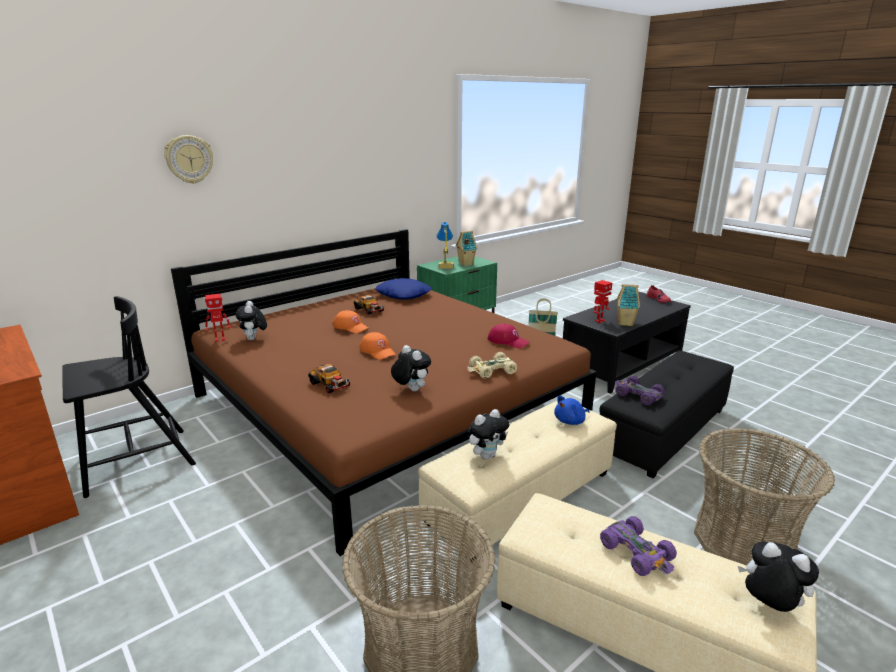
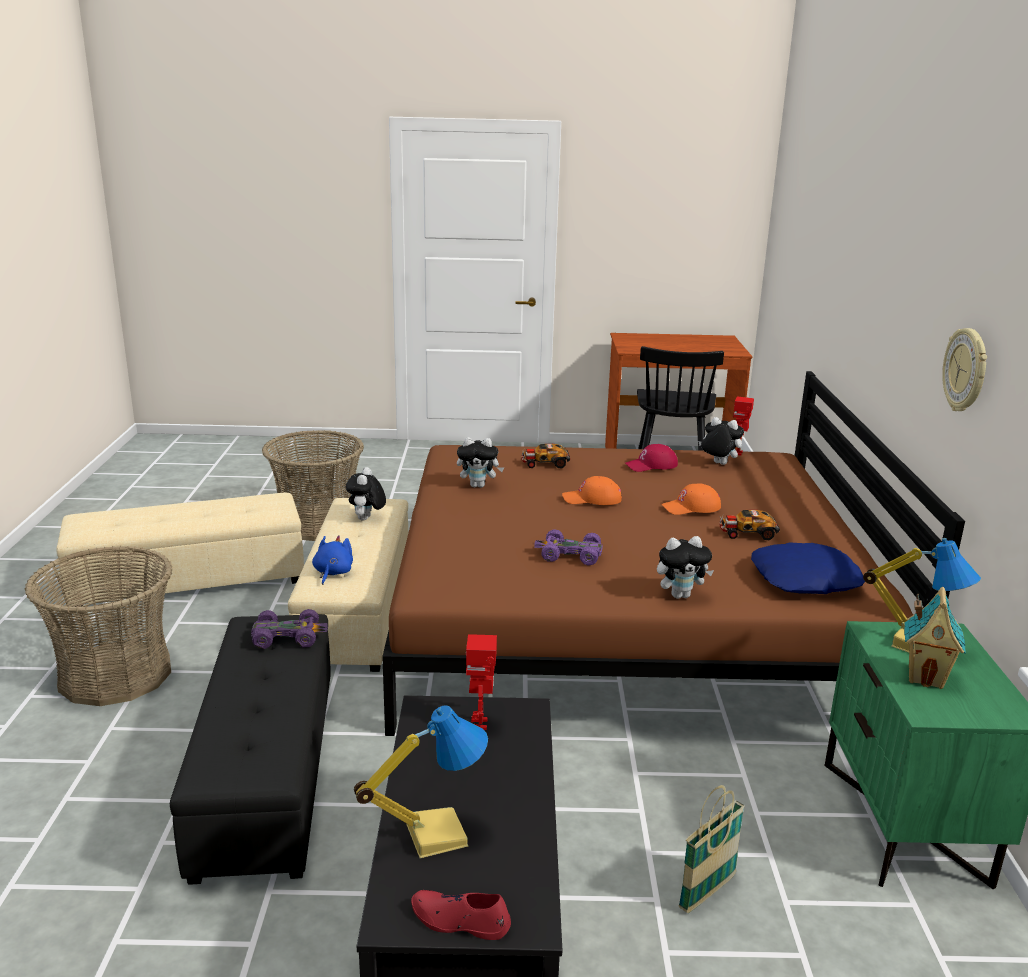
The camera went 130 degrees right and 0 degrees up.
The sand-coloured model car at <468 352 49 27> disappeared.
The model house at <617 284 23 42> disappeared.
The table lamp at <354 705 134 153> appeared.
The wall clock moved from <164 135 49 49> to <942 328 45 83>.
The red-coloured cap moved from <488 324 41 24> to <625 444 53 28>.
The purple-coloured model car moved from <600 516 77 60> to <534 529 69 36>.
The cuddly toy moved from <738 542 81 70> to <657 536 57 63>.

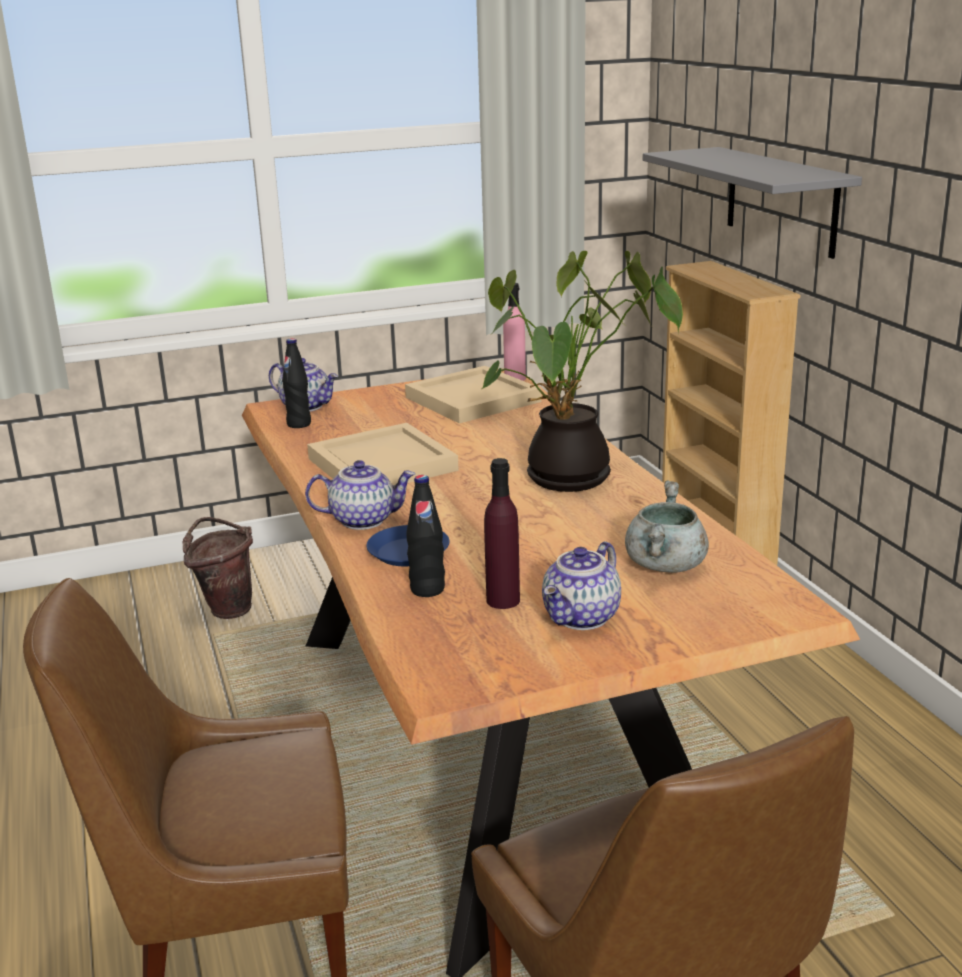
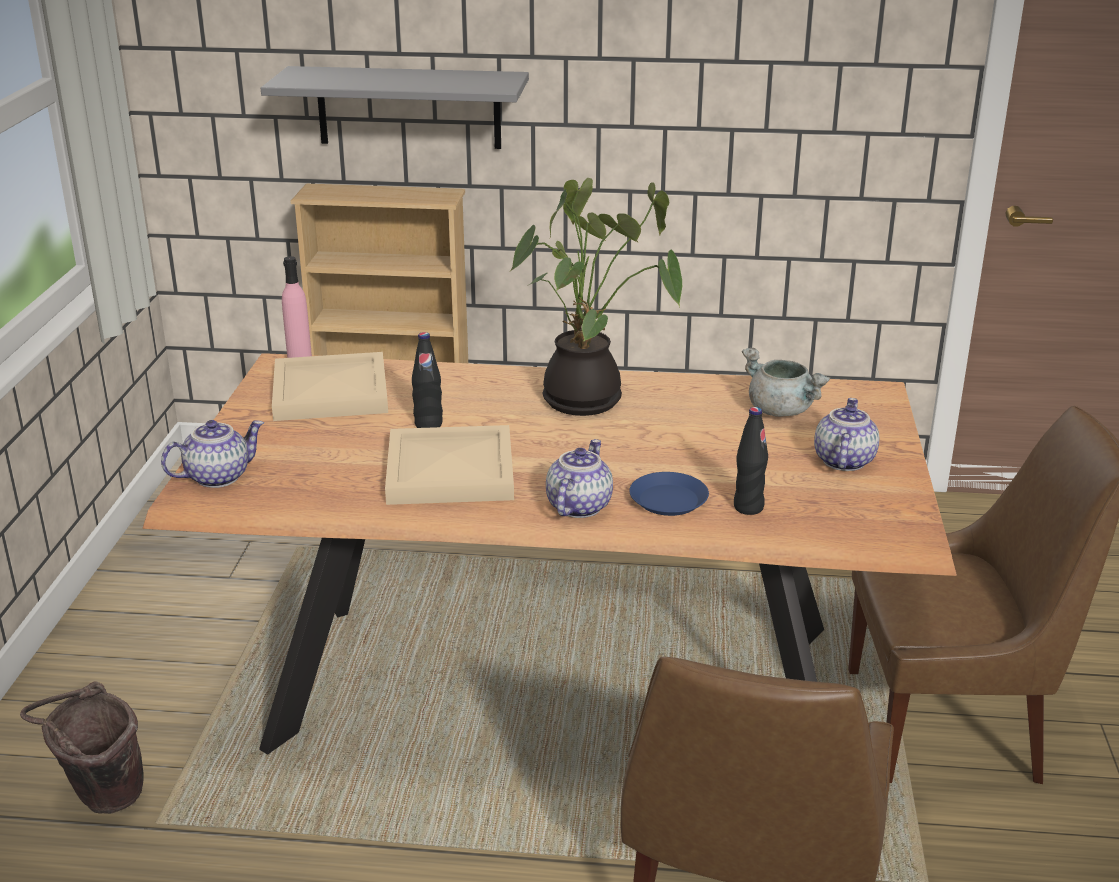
The camera went 65 degrees left and 5 degrees up.
The purple-coloured bottle at <484 458 36 151> disappeared.
The black-coloured bottle moved from <282 338 29 90> to <412 332 31 96>.
The teapot at <542 541 79 89> turned 135 degrees counterclockwise.

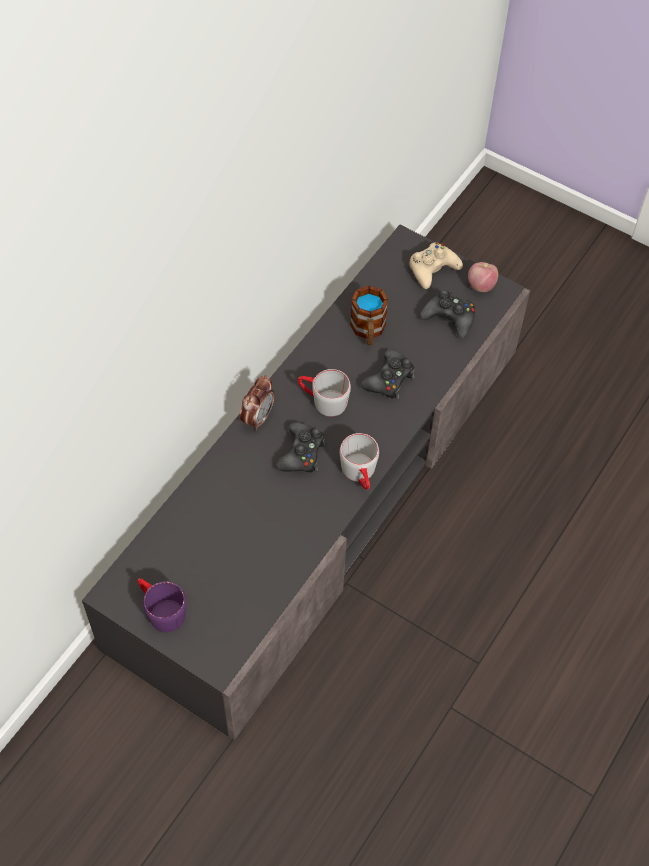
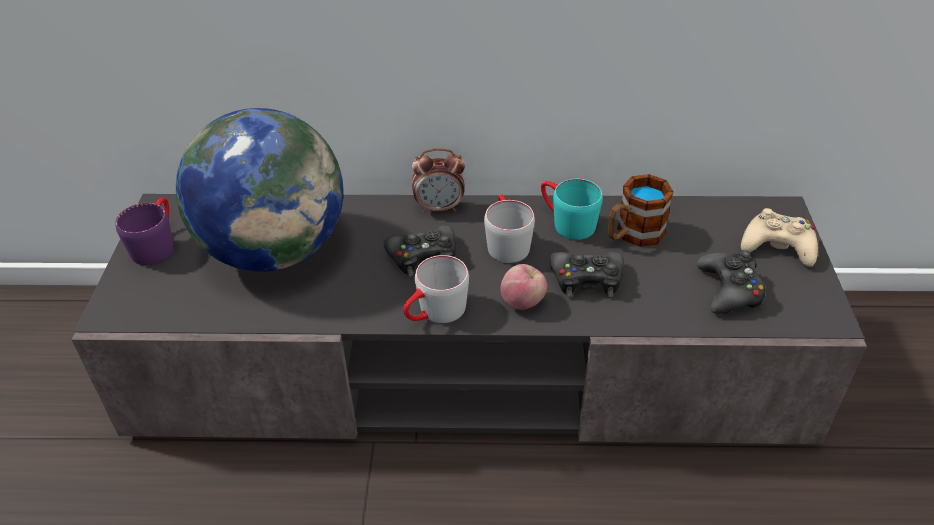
The camera went 60 degrees right and 15 degrees down.
The desk globe at <176 108 167 164> appeared.
The turquoise mug at <541 179 62 61> appeared.
The apple fruit moved from <468 262 30 30> to <501 264 47 46>.

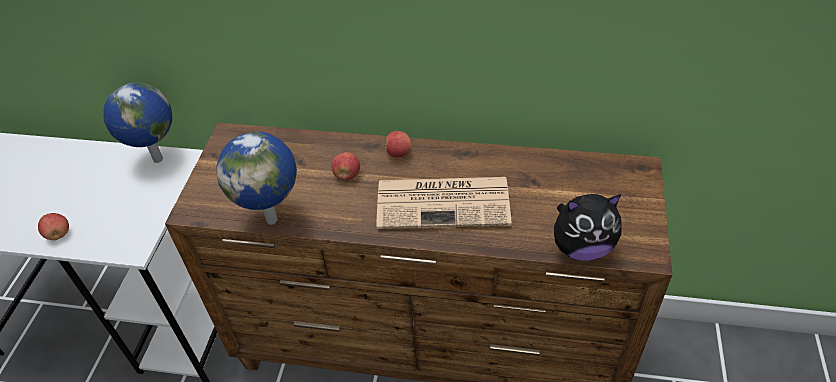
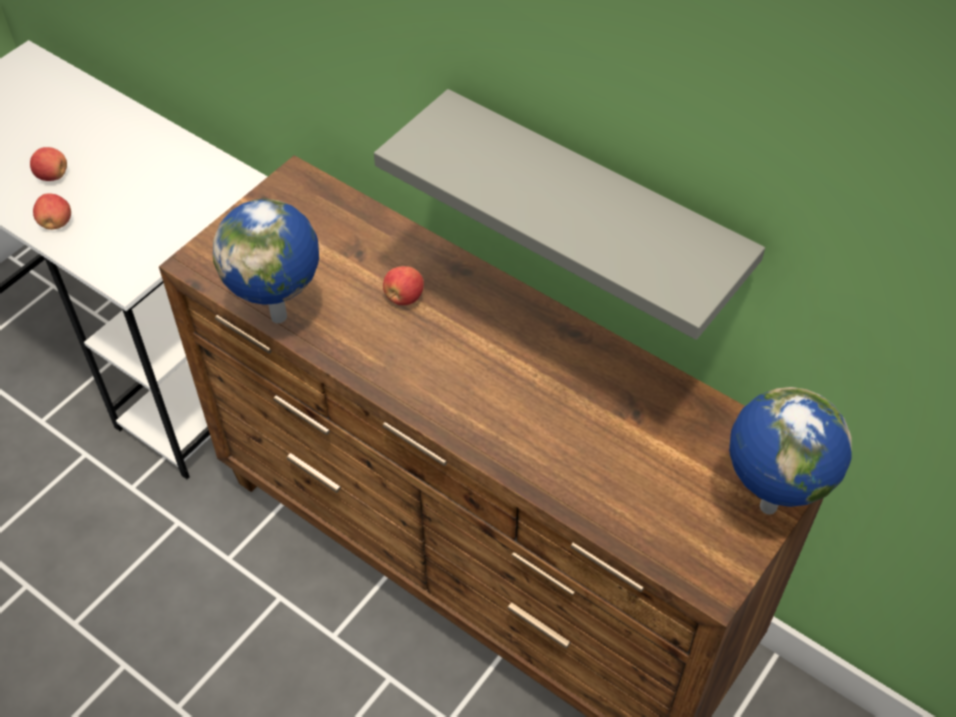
The camera went 25 degrees right and 5 degrees up.
The daily paper at <376 177 136 52> disappeared.
The cuddly toy at <554 194 68 67> disappeared.
The greyish wall shelf at <374 89 391 251> appeared.
The desk globe moved from <103 83 69 80> to <729 387 123 128>.
The apple fruit moved from <385 131 26 27> to <30 147 37 34>.

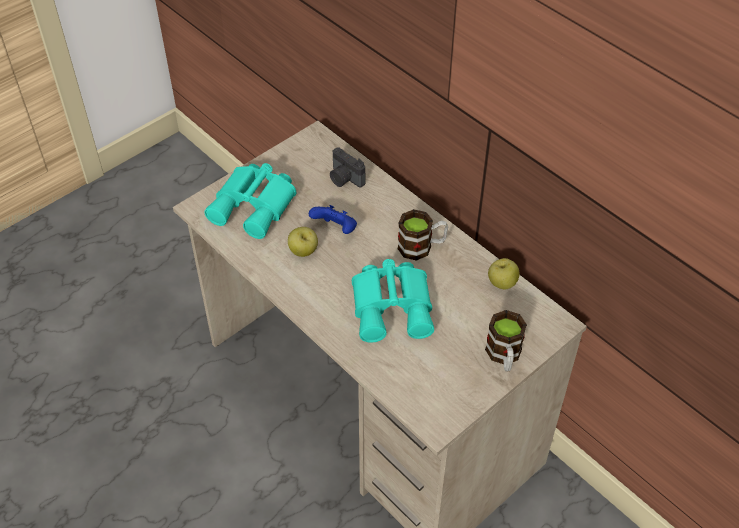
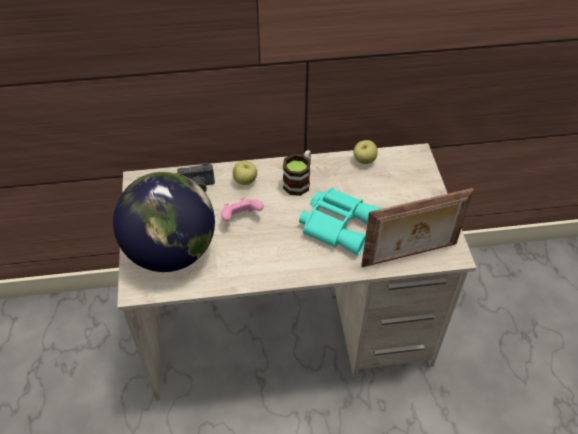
The camera went 55 degrees left and 0 degrees up.
The mug at <485 310 42 62> disappeared.
The standing frame at <361 188 113 79> appeared.
The apple fruit moved from <288 227 30 30> to <233 160 24 25>.
The turquoise field glasses at <204 163 92 76> was replaced by the desk globe at <113 172 102 100>.
The blue-coloured gamepad at <309 205 48 29> became the pinkish gamepad at <221 198 43 23>.

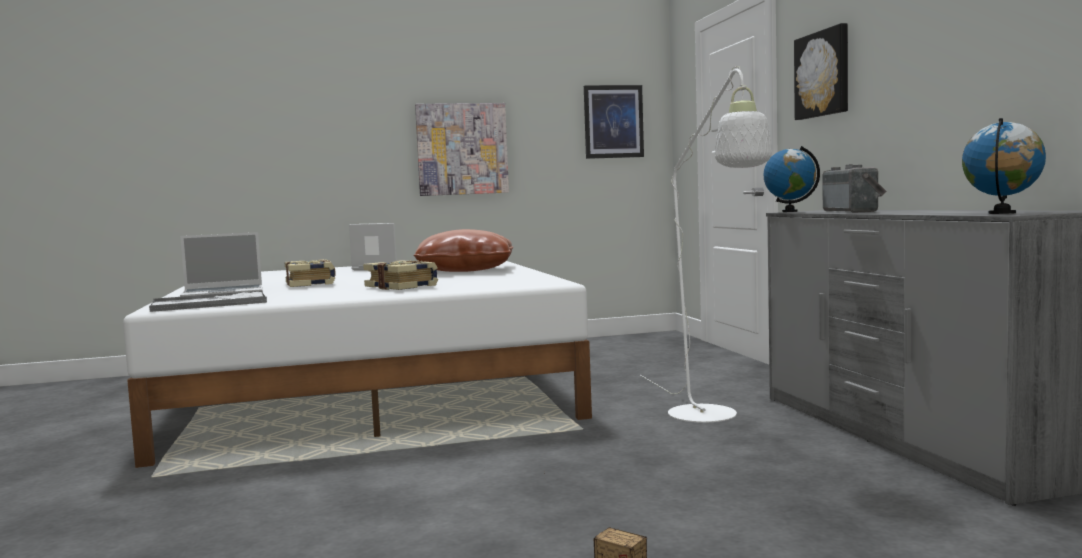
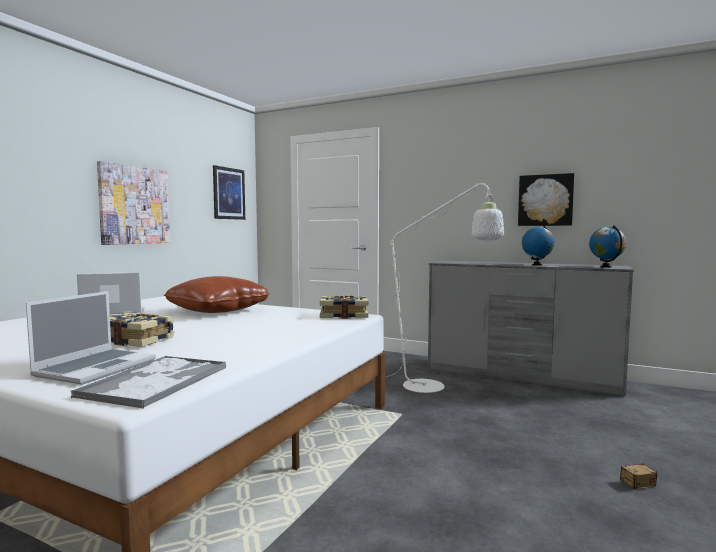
The camera went 50 degrees left and 0 degrees up.
The radio receiver at <822 164 65 49> disappeared.
The book moved from <363 260 75 30> to <320 295 48 24>.
The desk globe moved from <763 146 57 66> to <522 226 33 40>.
The wall picture moved from <794 23 54 97> to <518 173 56 53>.

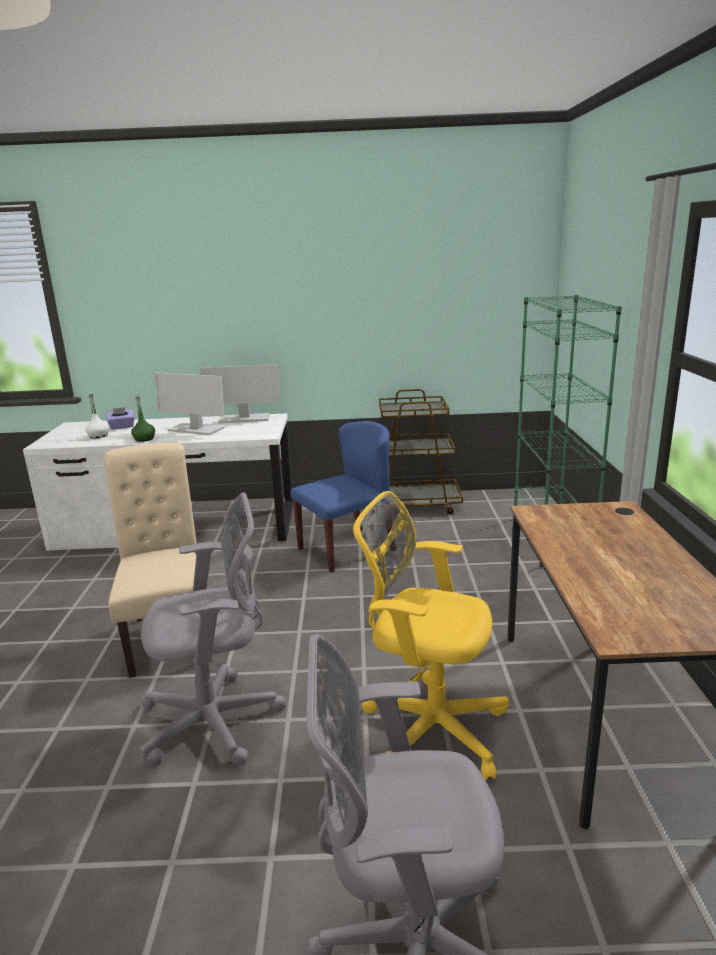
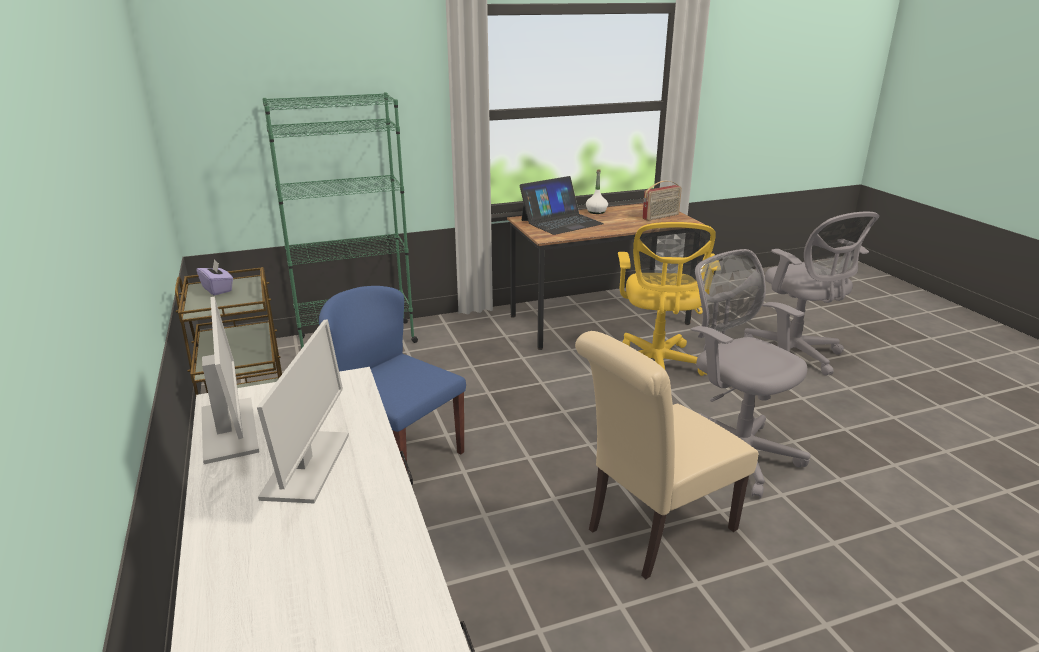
The camera went 110 degrees left and 5 degrees up.
The green bottle at <131 396 24 46> disappeared.
The portable computer at <520 176 84 59> appeared.
The radio receiver at <642 181 40 40> appeared.
The white-coloured bottle moved from <85 394 24 44> to <586 169 22 45>.
The purple-coloured tissue box moved from <106 407 29 23> to <196 259 37 37>.

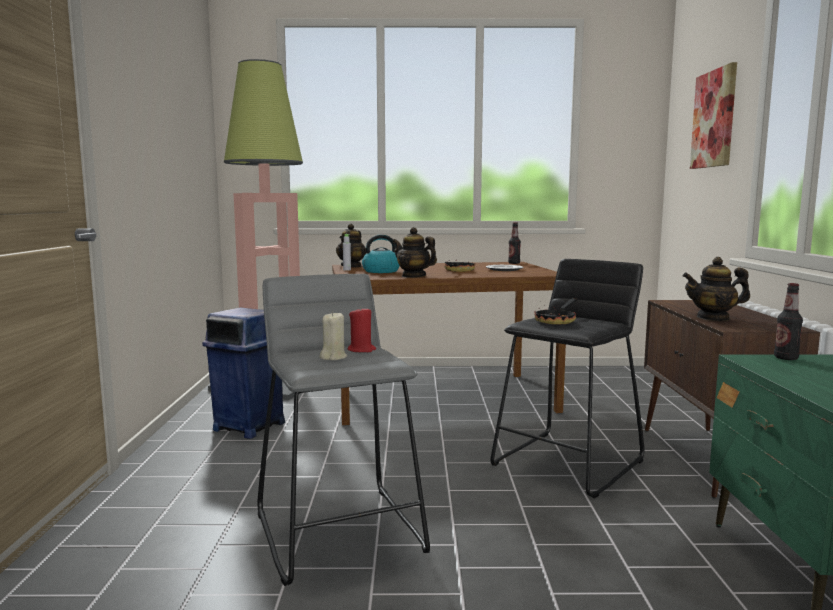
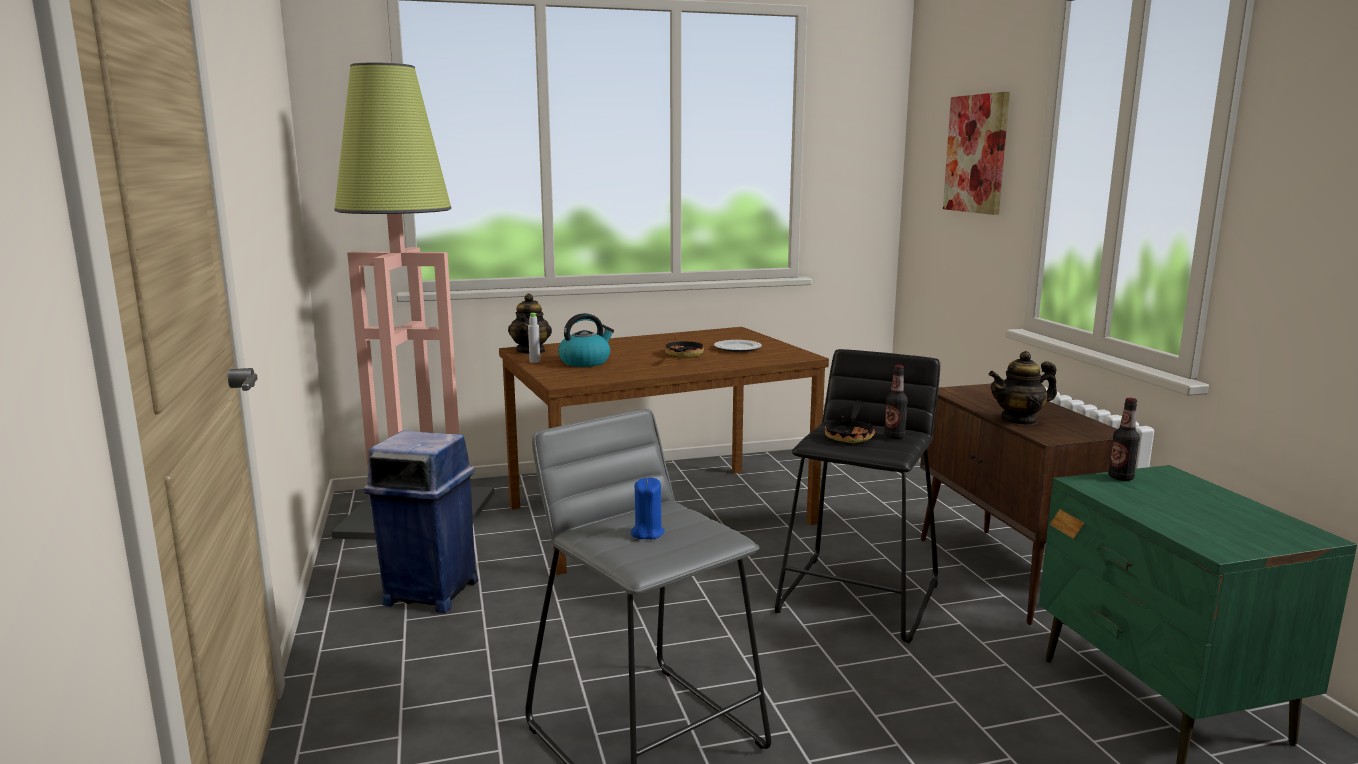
The camera went 15 degrees left and 5 degrees up.
The red-coloured wax candle at <347 306 29 46> disappeared.
The teapot at <393 227 44 51> disappeared.
The bottle moved from <508 222 13 42> to <884 365 24 74>.
The sand-coloured wax candle at <319 312 28 48> became the blue-coloured wax candle at <631 478 34 61>.

